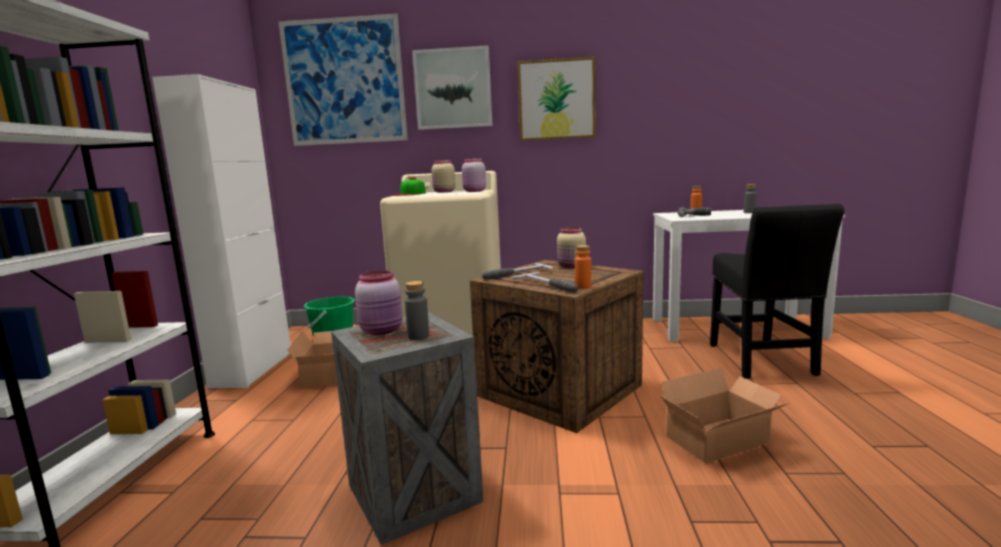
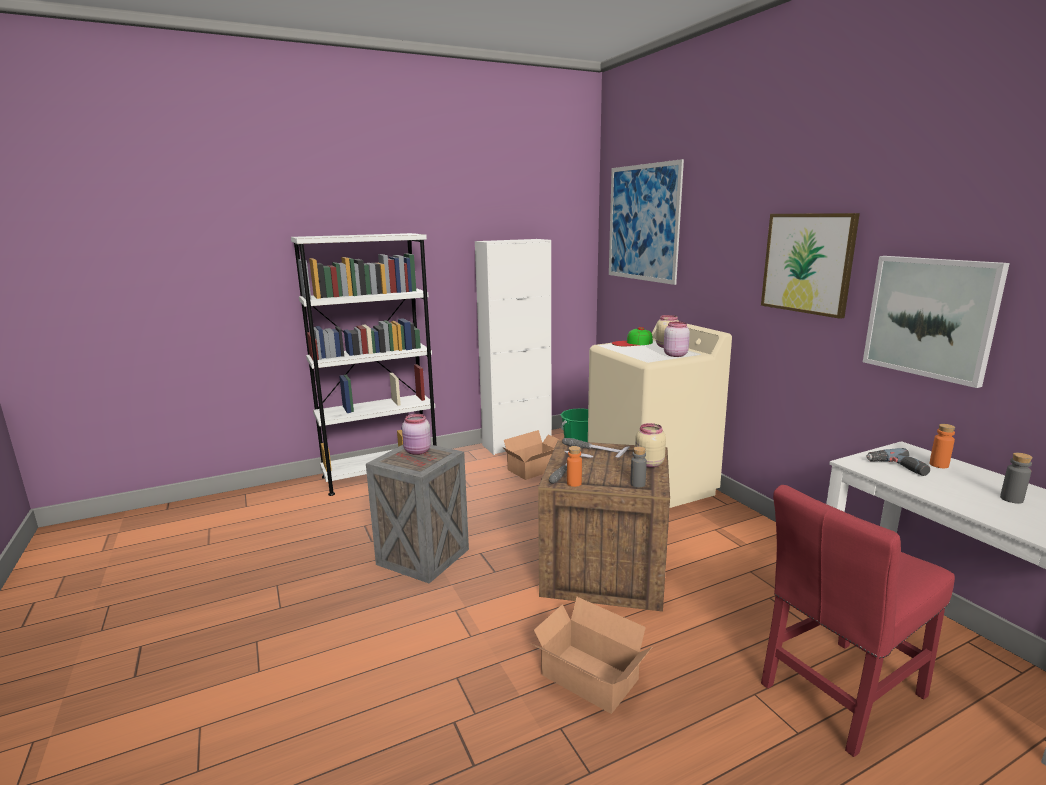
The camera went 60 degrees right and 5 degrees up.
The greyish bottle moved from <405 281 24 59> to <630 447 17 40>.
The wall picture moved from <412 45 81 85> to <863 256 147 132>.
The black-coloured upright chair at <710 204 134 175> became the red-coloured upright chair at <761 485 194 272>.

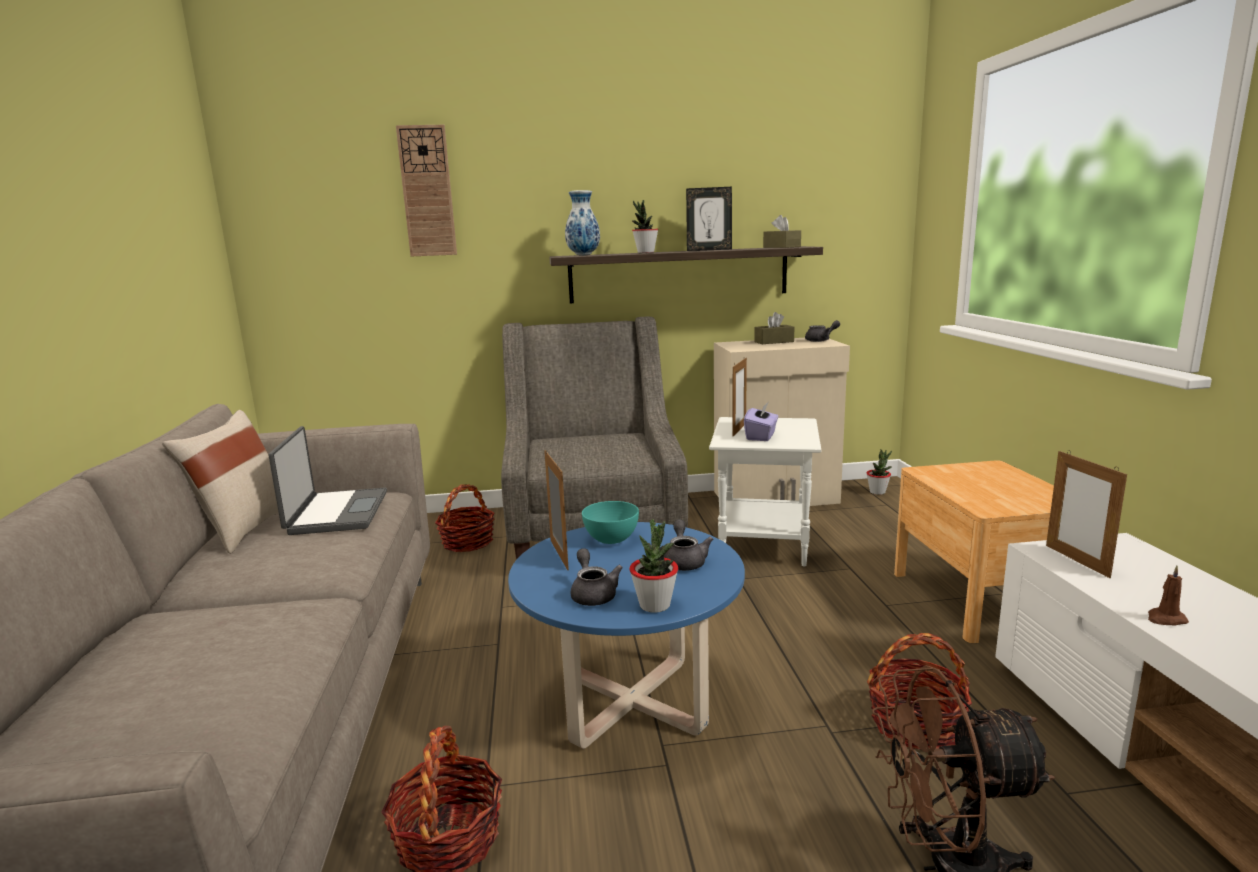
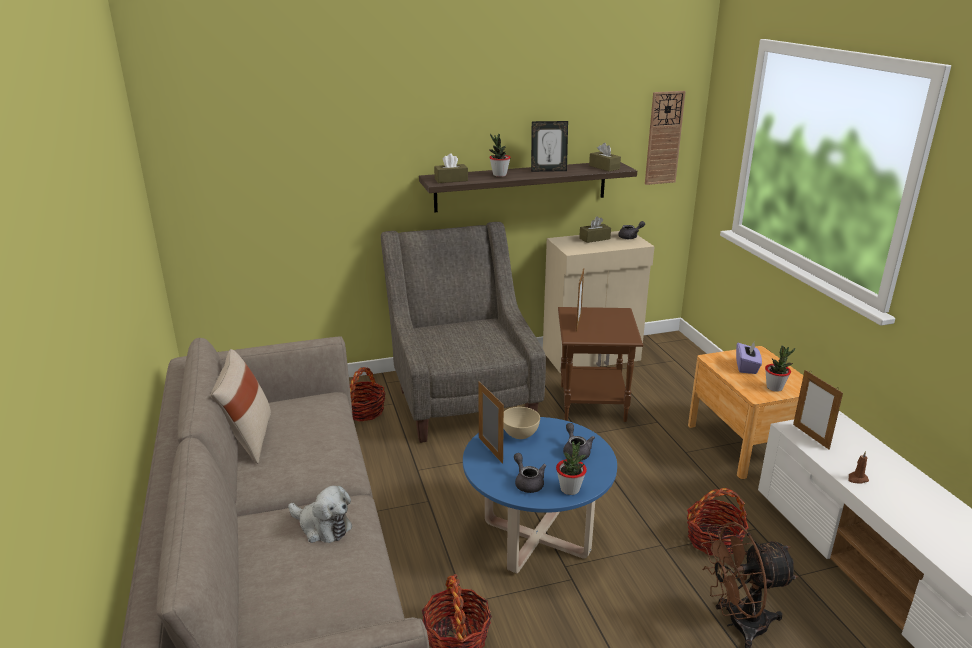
The camera went 10 degrees left and 10 degrees up.
The portable computer at <268 426 119 109> disappeared.
The cuddly toy at <288 486 64 57> appeared.
The wall clock moved from <396 125 61 131> to <645 91 41 94>.
The purple-coloured tissue box moved from <744 402 34 39> to <736 342 26 32>.
The potted plant moved from <867 450 25 45> to <765 346 30 46>.
The vase at <565 190 35 65> was replaced by the brownish tissue box at <434 153 34 30>.
The turquoise bowl at <582 501 57 43> became the sand-coloured bowl at <504 407 36 32>.
The white-coloured end table at <709 417 112 150> became the brownish end table at <558 307 85 115>.

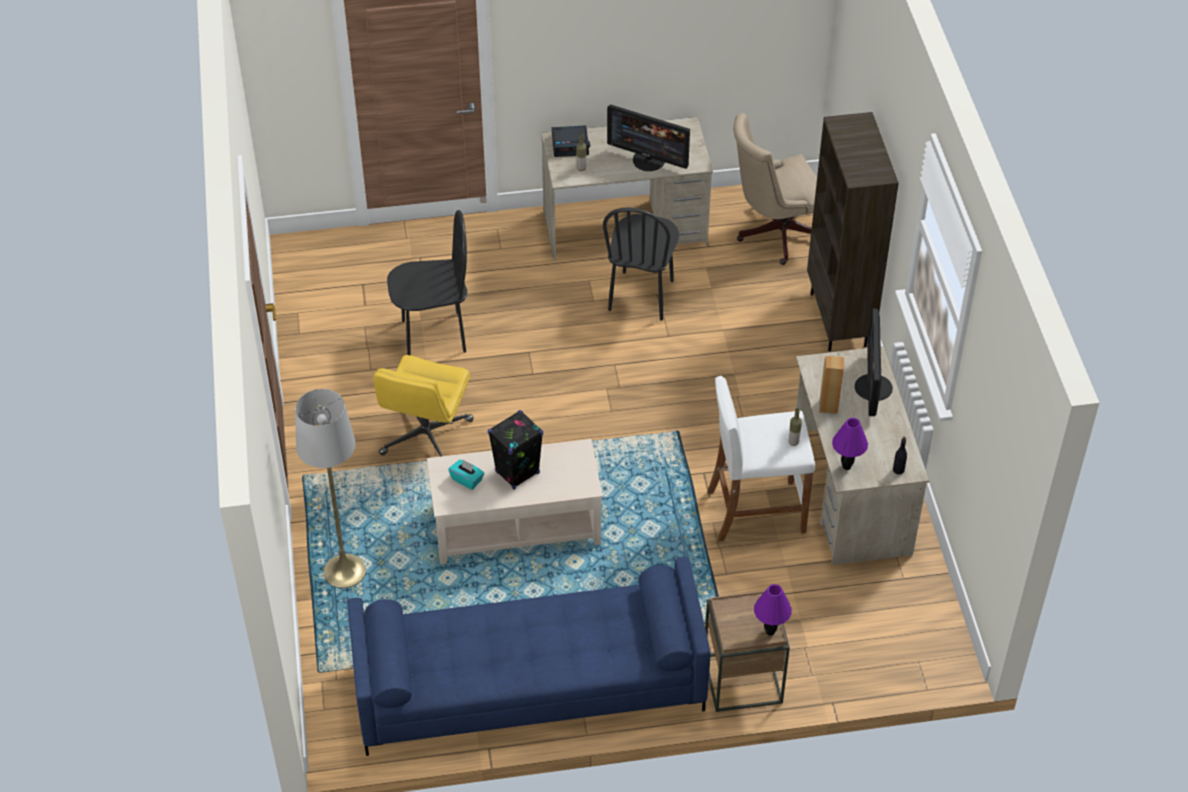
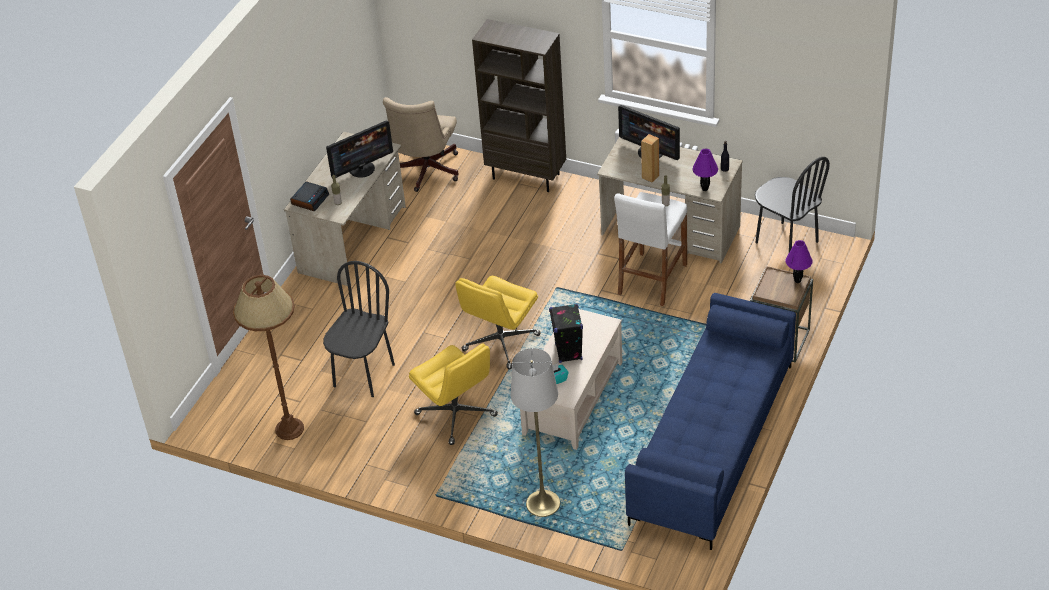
The camera went 55 degrees left and 5 degrees down.
The brownish standing lamp at <233 275 71 165> appeared.
The yellow desk chair at <455 276 86 94> appeared.
The black-coloured upright chair moved from <603 207 76 114> to <755 157 75 95>.

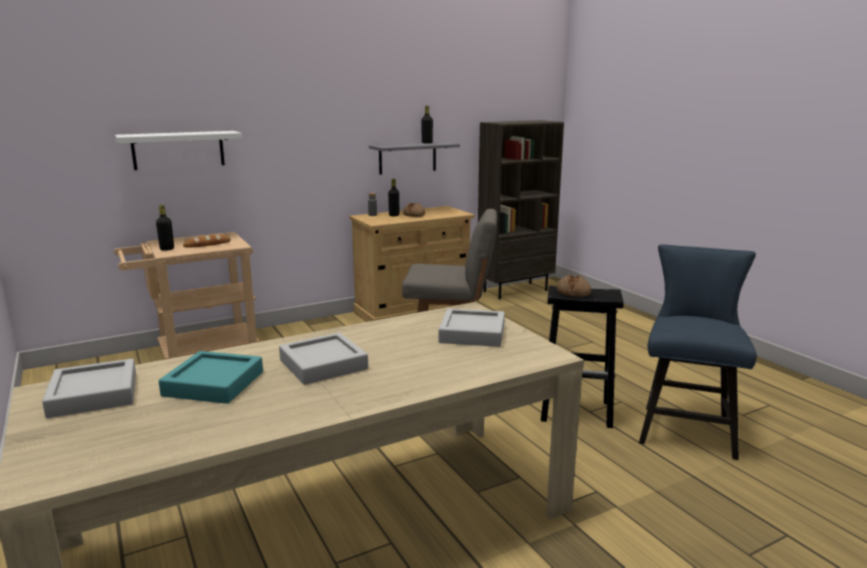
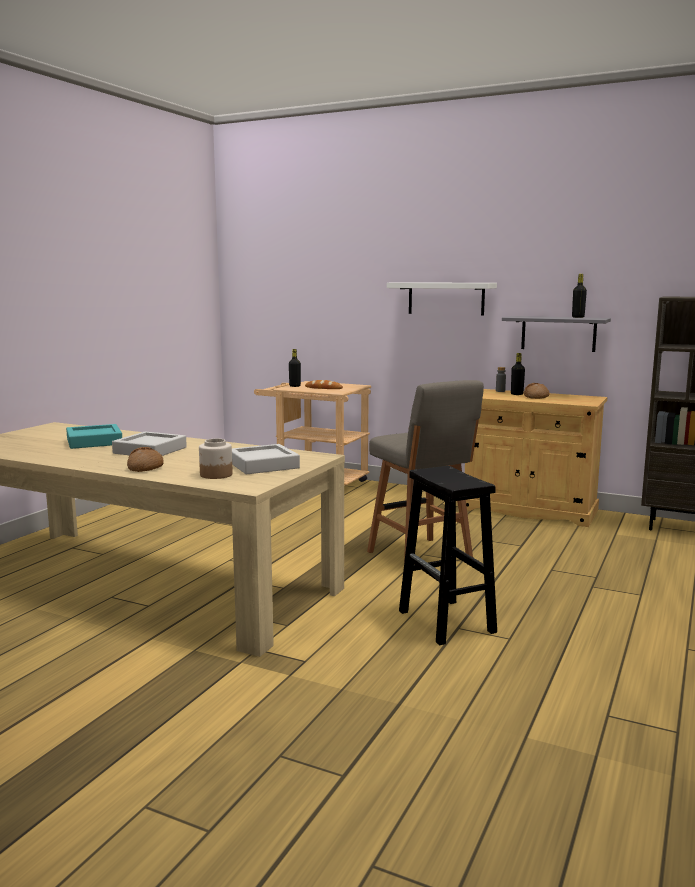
The camera went 55 degrees right and 5 degrees down.
The greyish tray at <42 359 94 59> disappeared.
The blue-coloured upright chair at <639 244 118 216> disappeared.
The preserve jar at <199 439 34 40> appeared.
The white-coloured wall shelf moved from <115 131 127 39> to <387 282 110 34>.
The bakery bread moved from <557 275 34 22> to <127 447 37 25>.

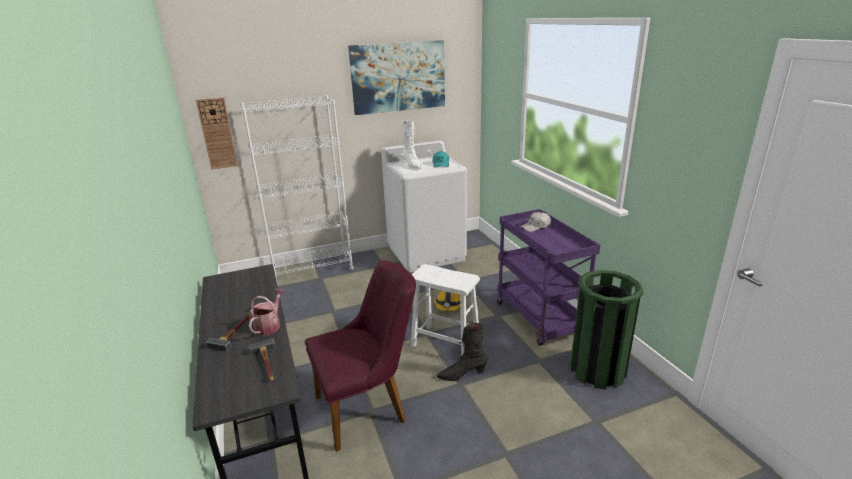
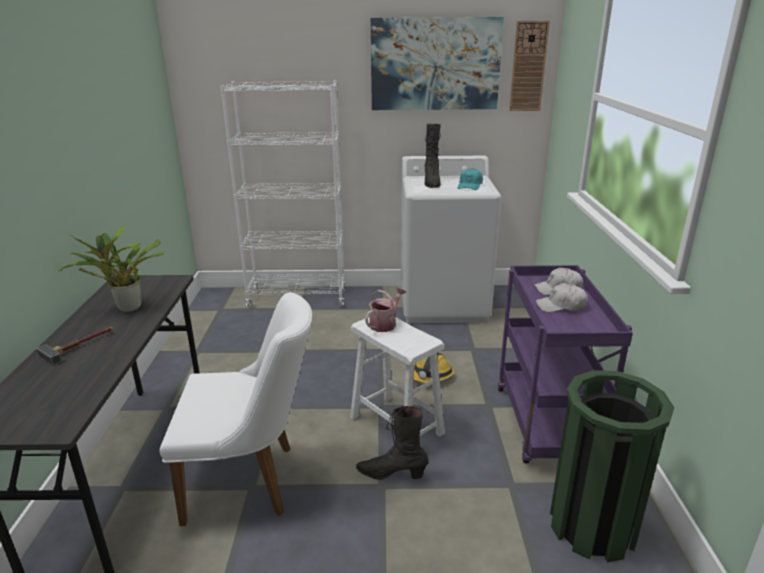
The camera went 20 degrees right and 0 degrees up.
The hand hammer at <249 338 27 43> disappeared.
The potted plant at <57 225 109 87> appeared.
The white-coloured cap at <536 283 52 29> appeared.
The wall clock moved from <196 97 42 72> to <509 21 41 90>.
The sprinkling can moved from <249 289 36 46> to <365 287 41 45>.
The purple-coloured upright chair at <305 261 111 191> became the white-coloured upright chair at <160 293 152 233>.
The white-coloured tall boot at <403 121 18 48> became the black-coloured tall boot at <424 124 17 64>.

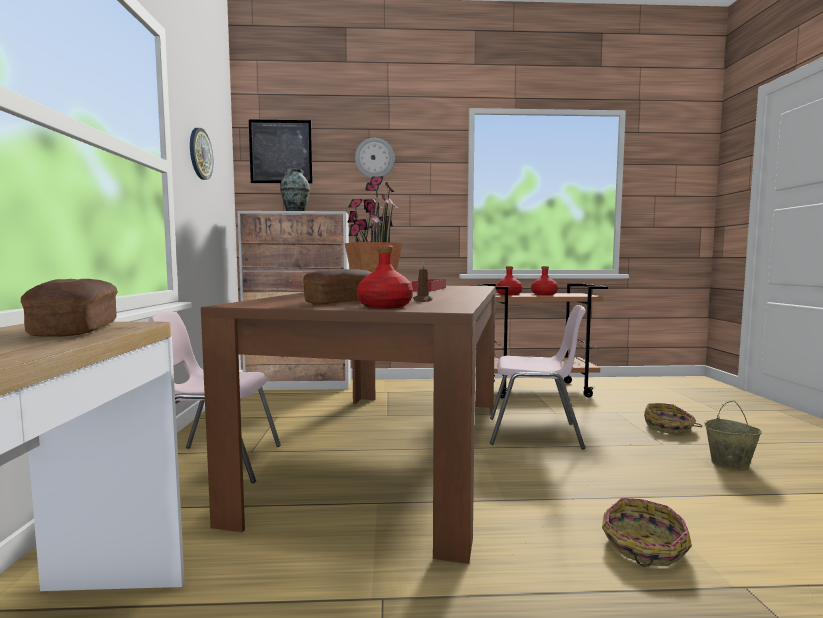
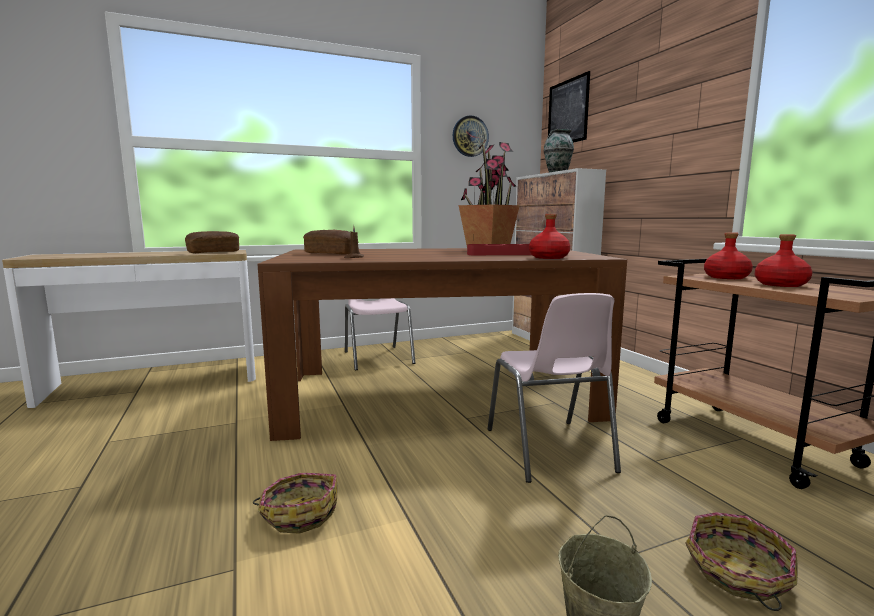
The camera went 70 degrees right and 5 degrees up.
The wall clock at <355 138 40 40> disappeared.
The red-coloured bottle moved from <357 246 56 62> to <529 214 41 45>.

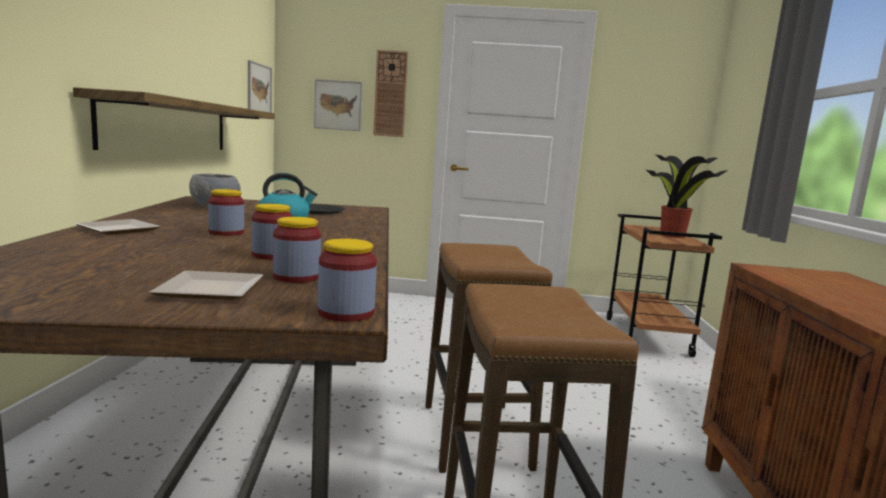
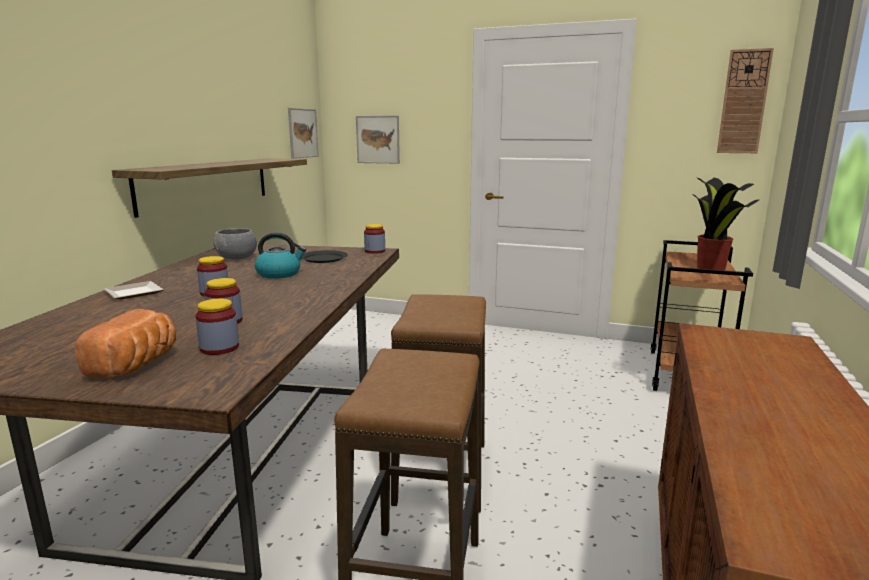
The camera went 15 degrees right and 5 degrees up.
The preserve jar moved from <318 238 59 84> to <364 224 21 30>.
The wall clock moved from <373 50 35 87> to <717 48 57 105>.
The plate at <149 271 114 29> was replaced by the bakery bread at <75 309 101 69>.

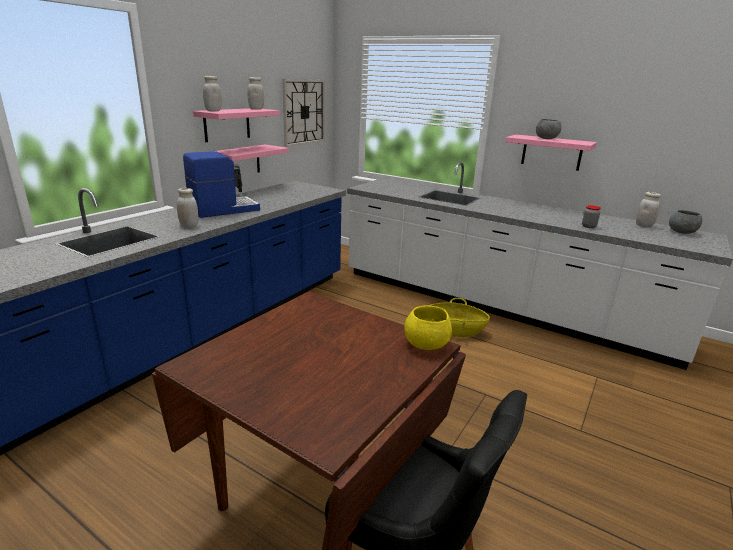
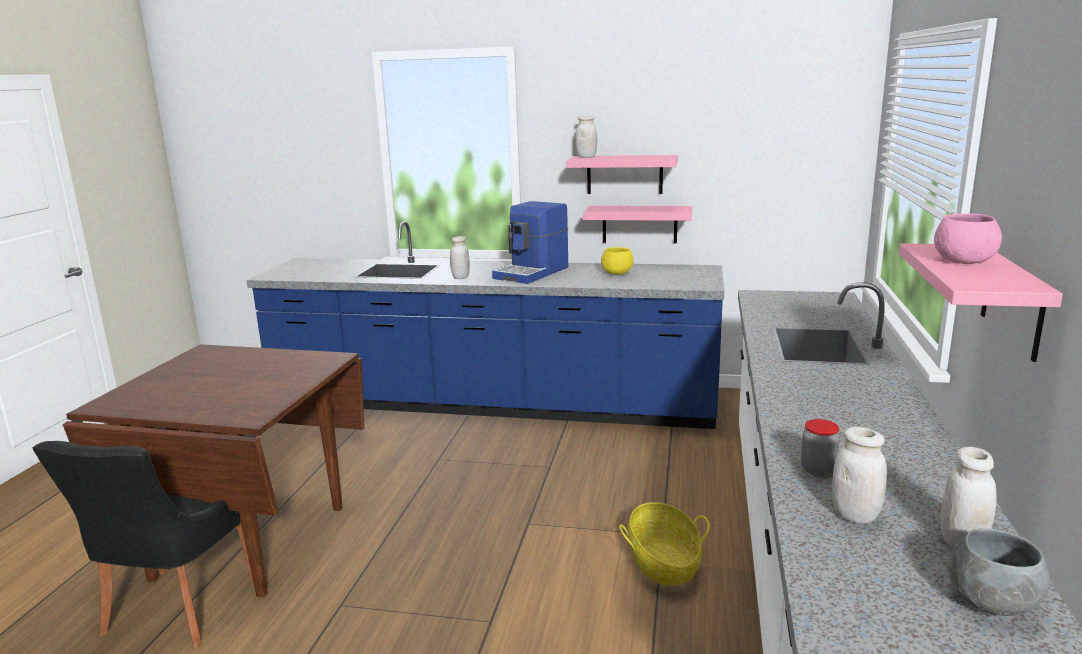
The camera went 70 degrees right and 5 degrees down.
The wall clock at <282 79 43 68> disappeared.
The white-coloured preserve jar moved from <247 77 17 33> to <832 427 55 97>.
The yellow bowl moved from <404 306 48 44> to <601 247 32 28>.
The greyish bowl at <536 119 25 20> became the pinkish bowl at <934 214 68 50>.
The coffee machine at <183 151 77 67> turned 90 degrees clockwise.

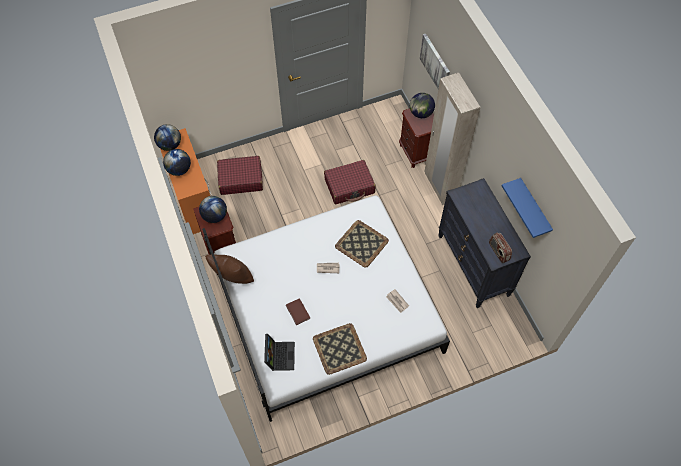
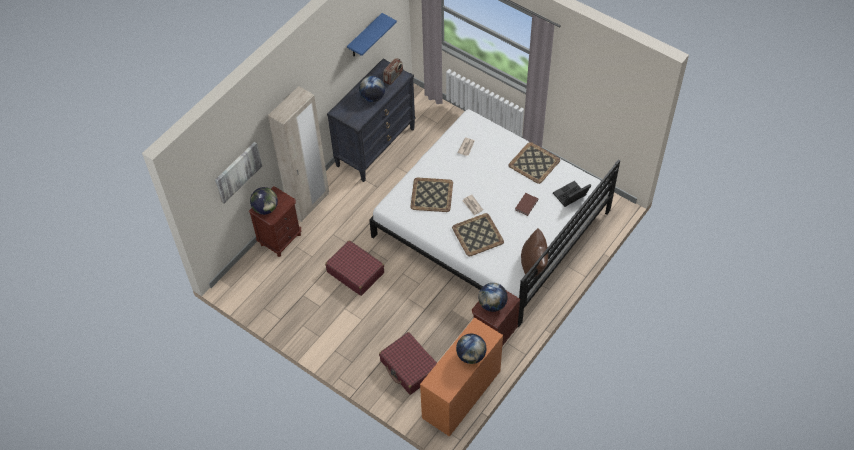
The camera went 120 degrees left and 5 degrees down.
The tray at <452 213 52 43> appeared.
The desk globe moved from <154 124 27 27> to <359 76 26 26>.

